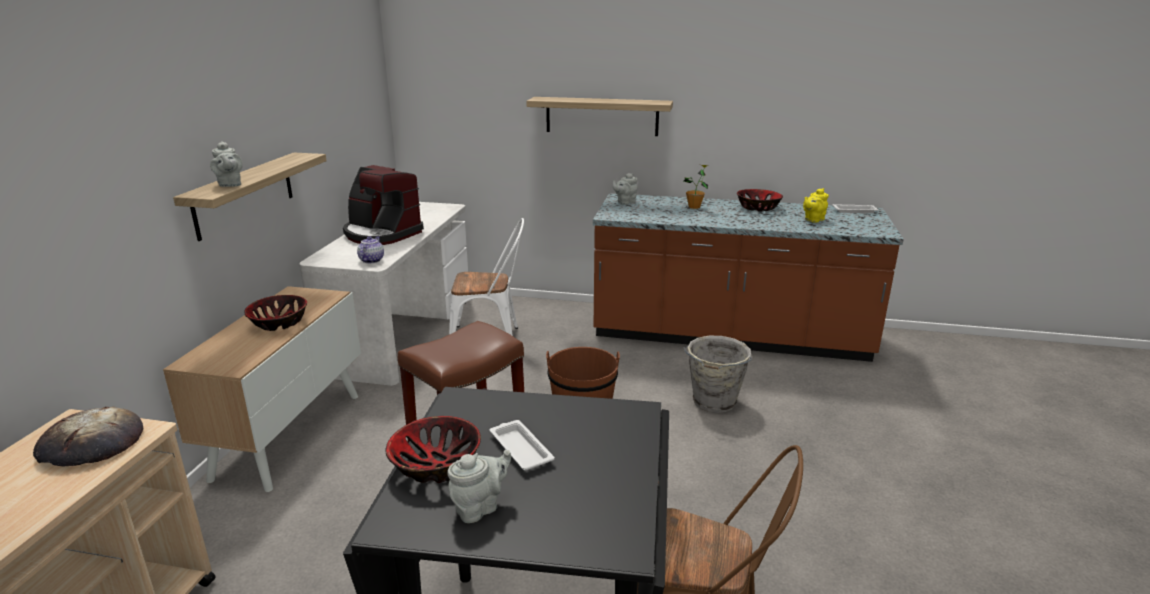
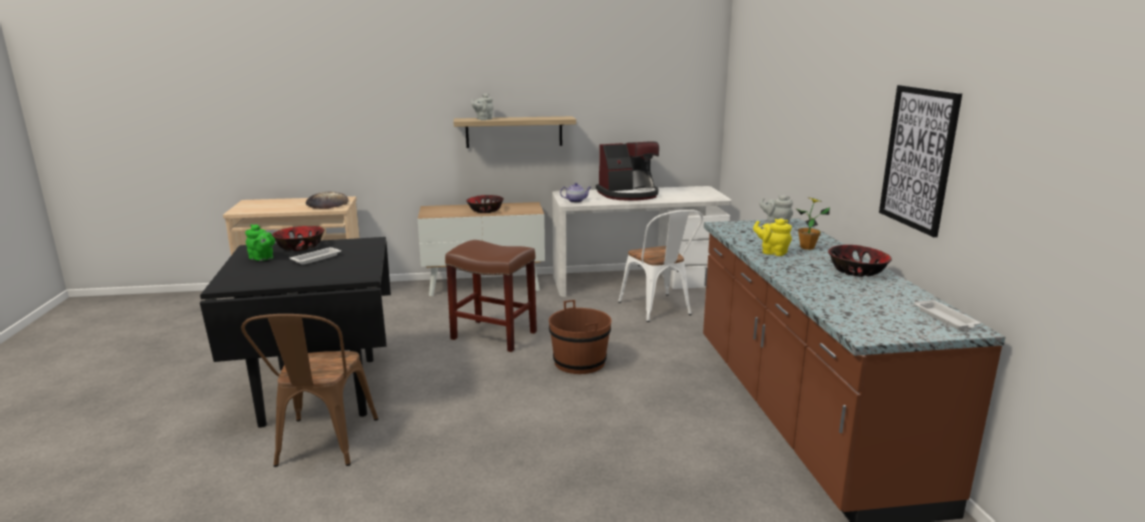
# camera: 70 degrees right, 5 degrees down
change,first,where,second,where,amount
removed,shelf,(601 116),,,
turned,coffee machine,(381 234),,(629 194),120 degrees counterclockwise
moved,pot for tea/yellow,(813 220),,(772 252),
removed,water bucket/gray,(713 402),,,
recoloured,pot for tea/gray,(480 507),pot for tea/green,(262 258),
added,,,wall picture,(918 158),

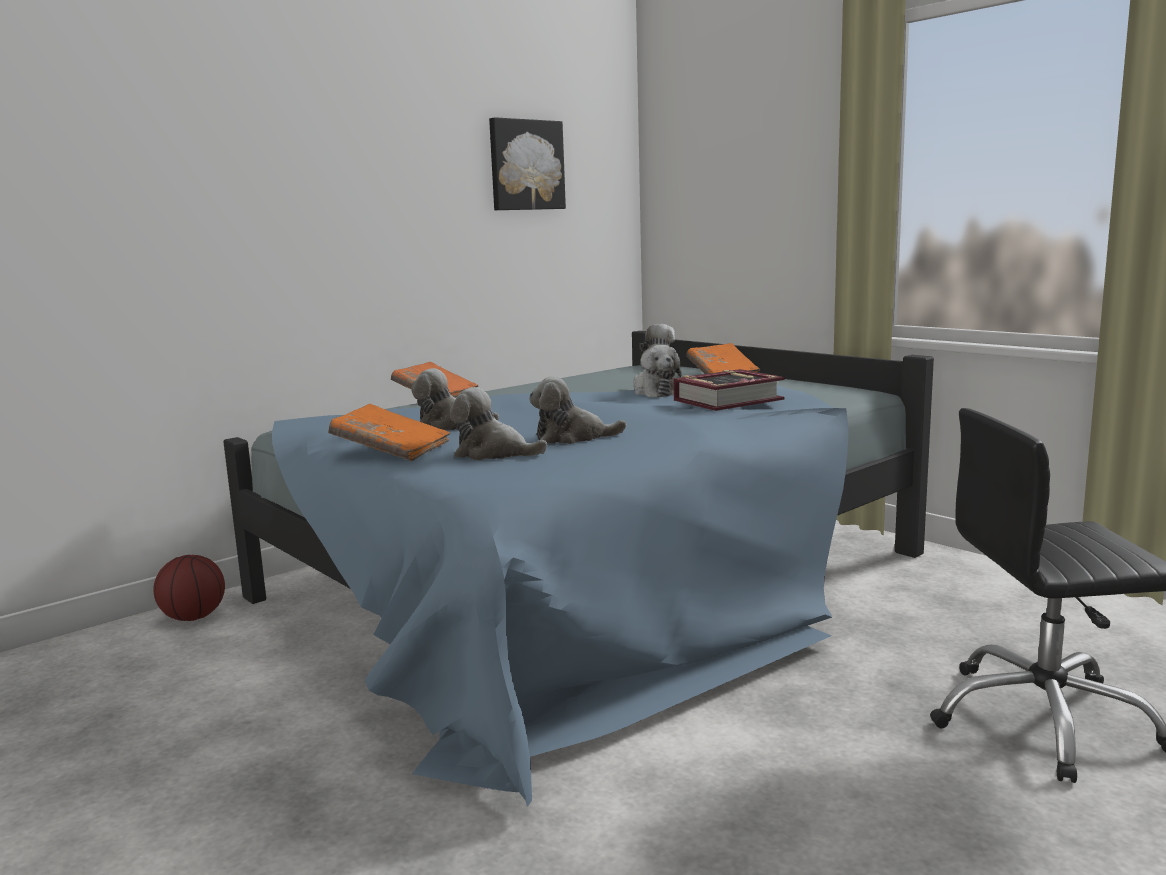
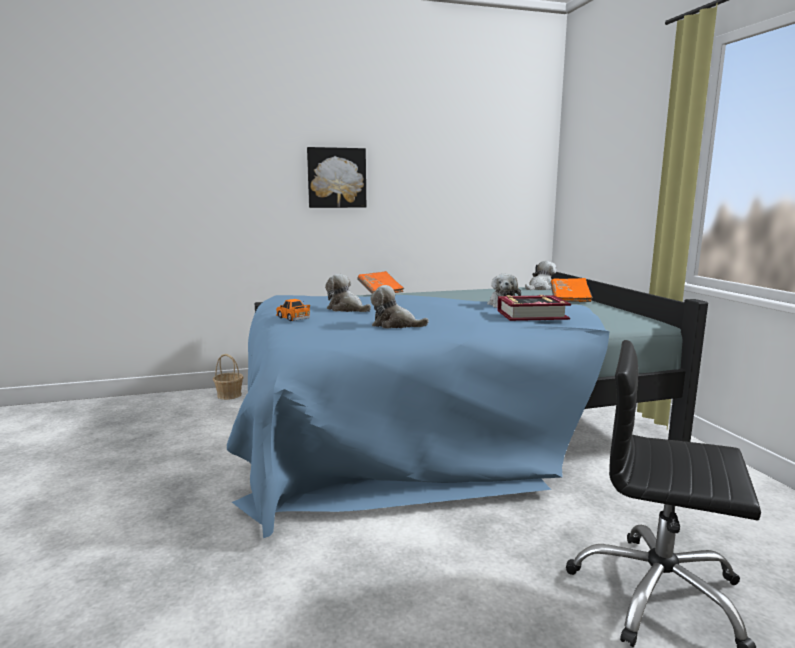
# camera: 25 degrees right, 0 degrees up
change,first,where,second,where,amount
moved,wall picture,(525 165),,(336 178),
removed,plush toy,(493 453),,,
replaced,book/orange,(391 450),toy car/orange,(293 318),
replaced,ball for basketball,(193 617),basket,(229 395),

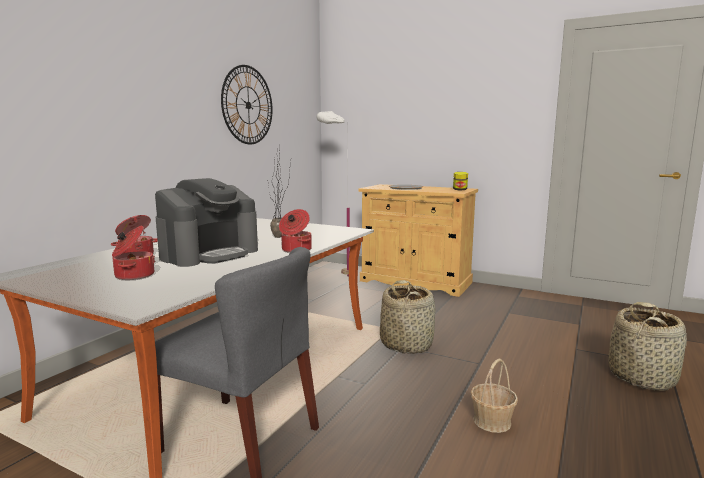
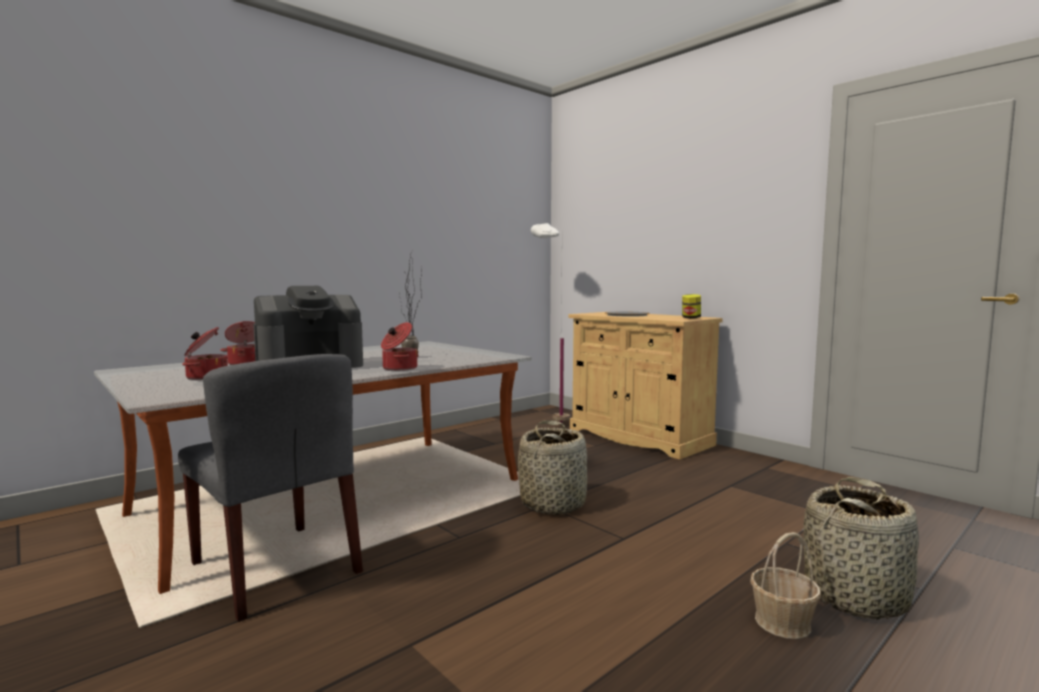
# camera: 20 degrees right, 5 degrees down
change,first,where,second,where,amount
removed,clock on the wall,(248 105),,,
moved,basket,(491 421),,(782 622),

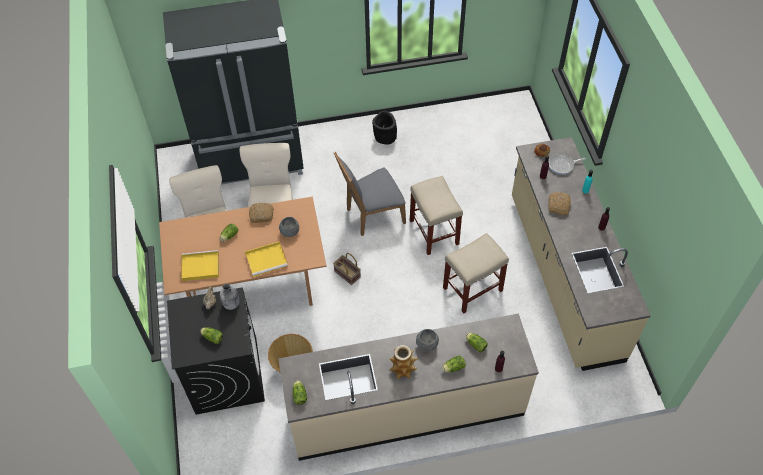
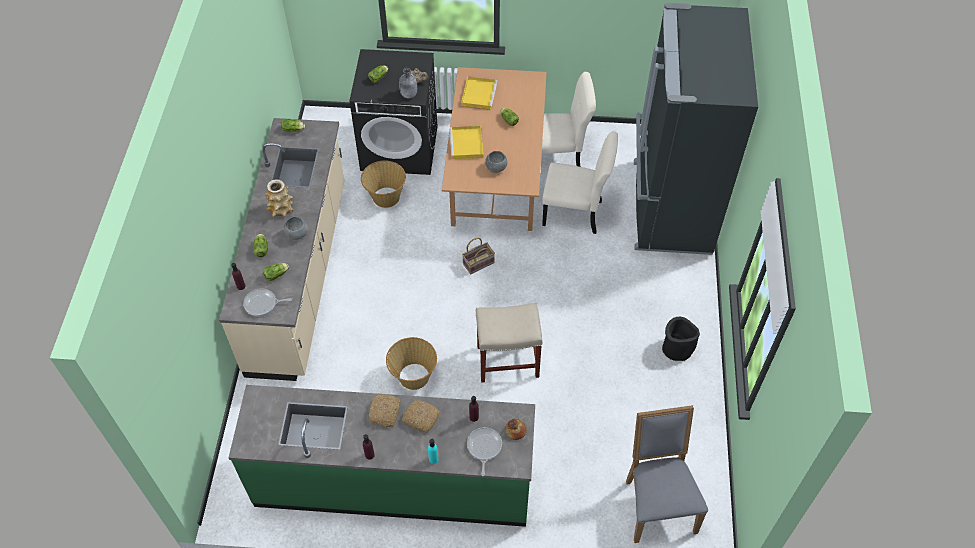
# camera: 105 degrees right, 0 degrees up
change,first,where,second,where,amount
recoloured,kitchen base unit/beige-coloured,(563 277),kitchen base unit/green,(394 482),
moved,plain chair/gray,(372 215),,(657 502),
moved,bread,(262 215),,(385 413),
replaced,sitting stool/beige-coloured,(472 290),basket,(413 376),
added,,,frying pan,(262 304),

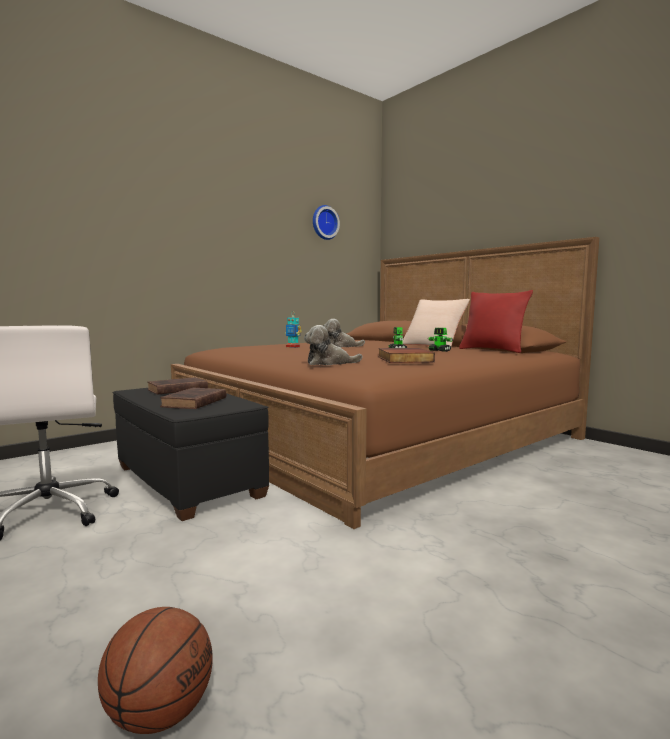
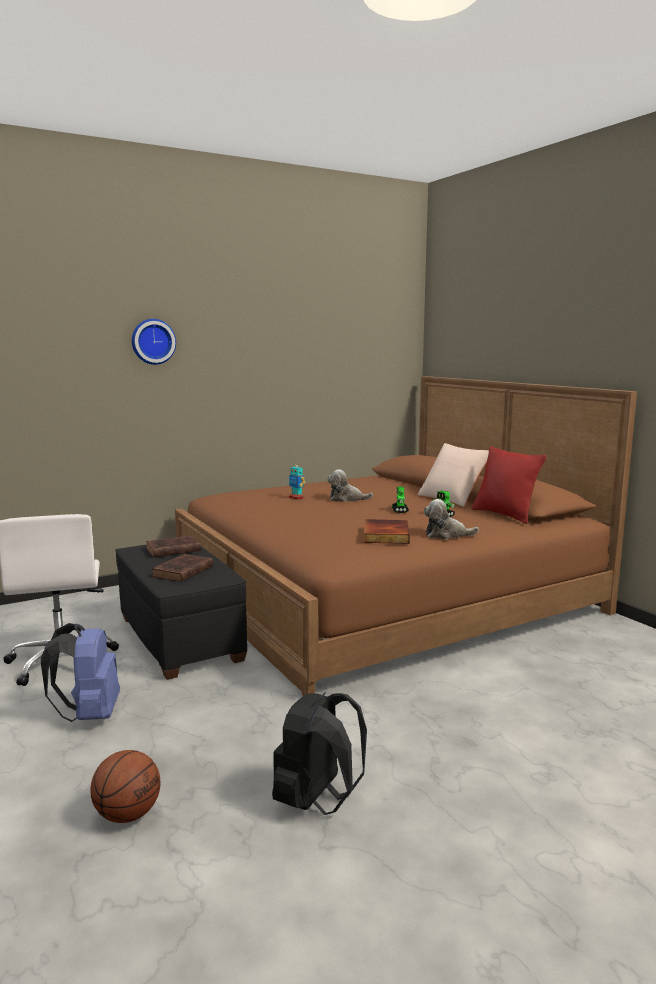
# camera: 10 degrees right, 5 degrees up
change,first,where,second,where,amount
moved,clock on the wall,(324 223),,(153 341),
moved,plush toy,(329 363),,(446 535),
added,,,backpack/bluish,(89 715),
added,,,backpack/blackish,(316 801),

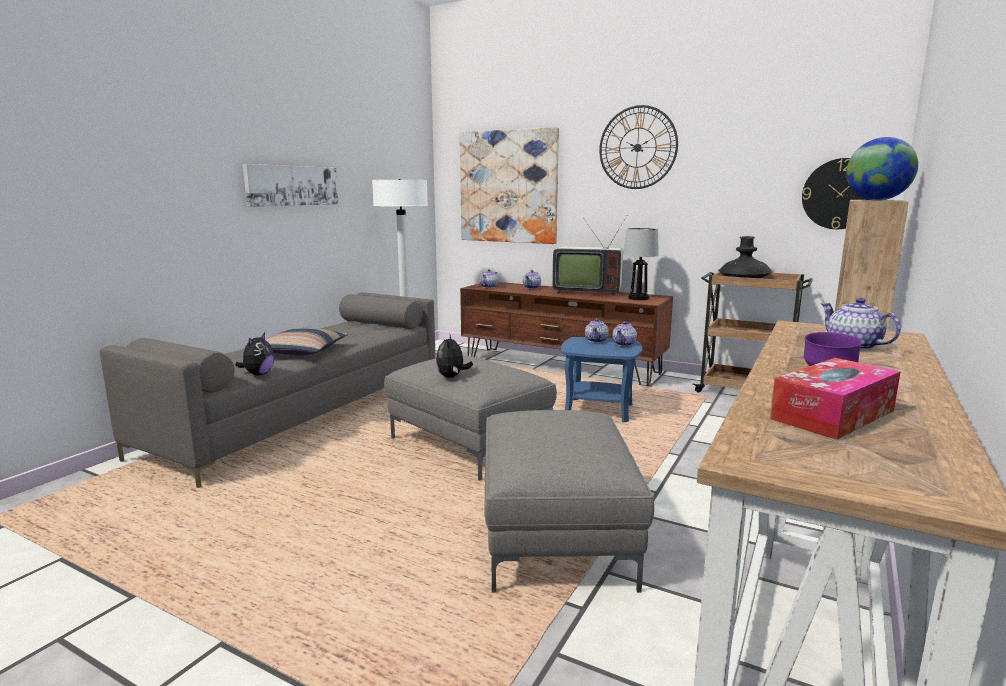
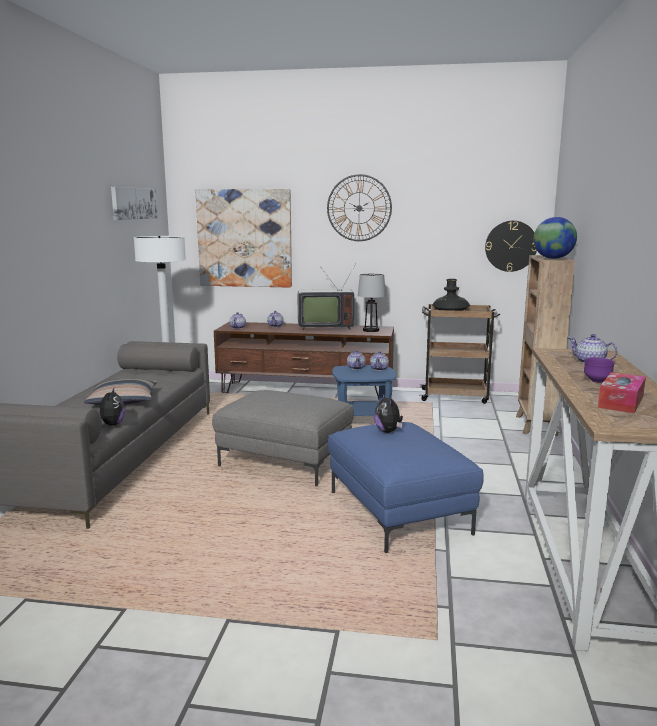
# camera: 20 degrees left, 0 degrees up
change,first,where,second,where,amount
moved,wall picture,(292 185),,(134 203),
moved,plush toy,(452 377),,(388 431),
recoloured,footrest/gray,(558 536),footrest/bluish,(400 513),

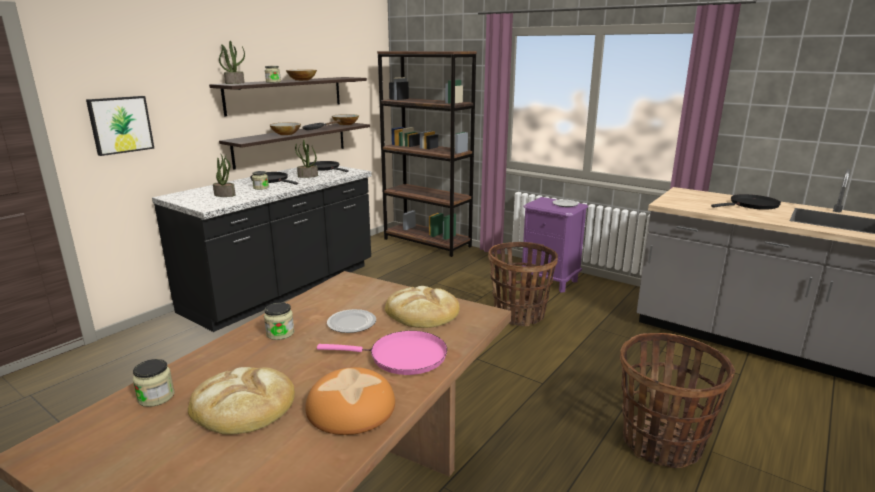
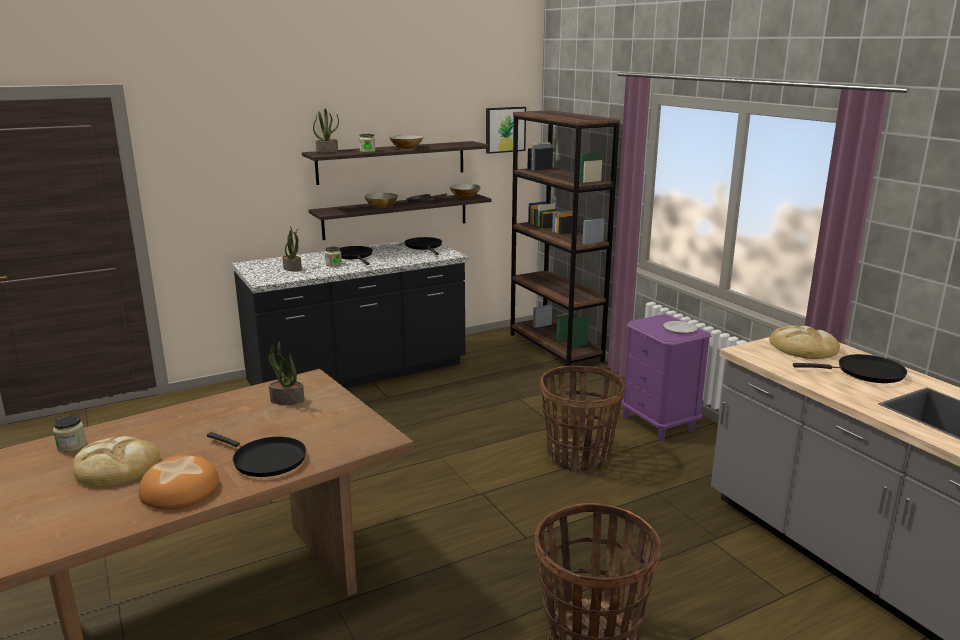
# camera: 25 degrees right, 0 degrees up
change,first,where,second,where,amount
moved,wall picture,(120 125),,(504 129),
moved,potted plant,(307 176),,(286 400),
moved,bread,(422 312),,(803 347),
removed,preserve jar,(280 333),,,
removed,plate,(351 323),,,
recoloured,frying pan/pinkish,(403 357),frying pan/blackish,(265 460),

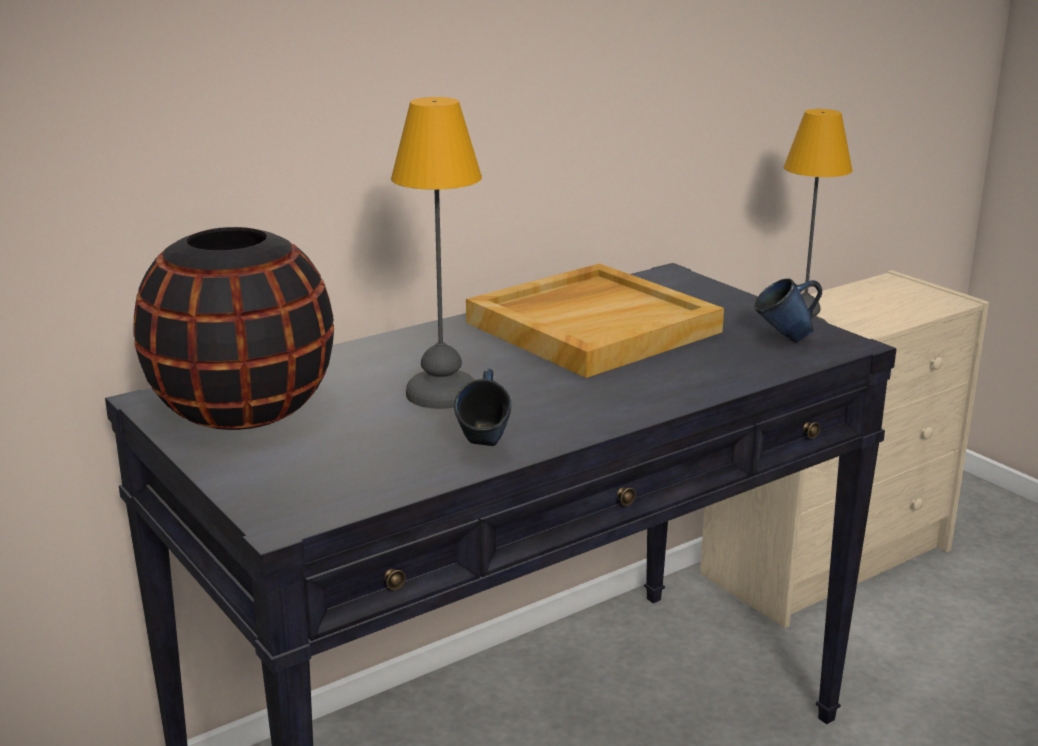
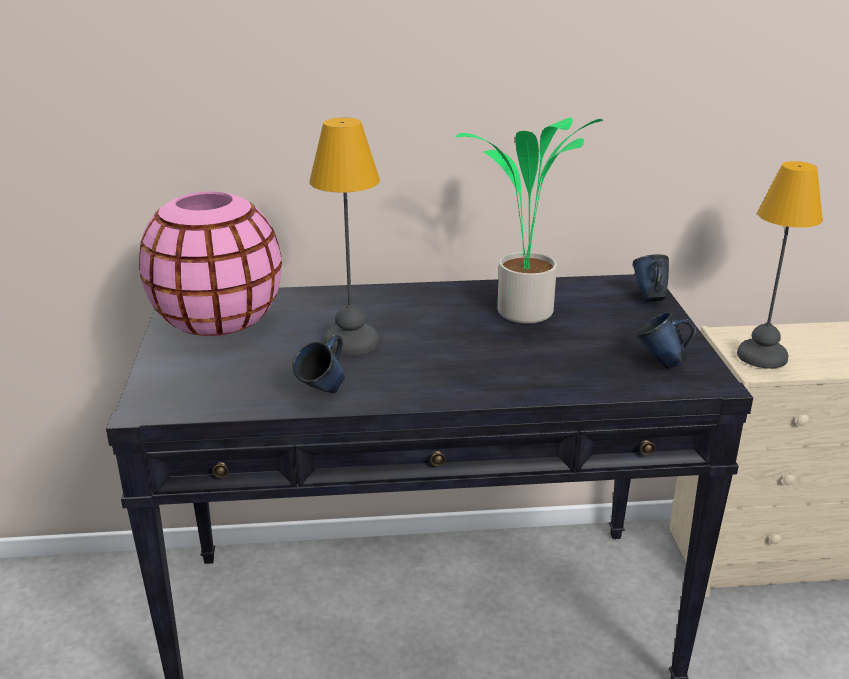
# camera: 30 degrees right, 5 degrees up
change,first,where,second,where,amount
recoloured,decorative vase/blackish,(242 411),decorative vase/pinkish,(217 322),
replaced,carrying tray/beige-coloured,(593 326),potted plant,(523 314),
added,,,coffee mug/bluish,(649 298),

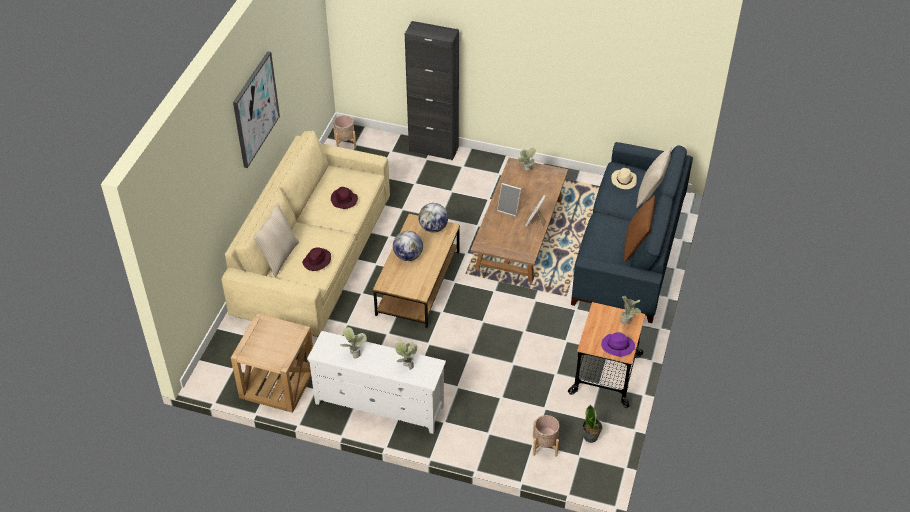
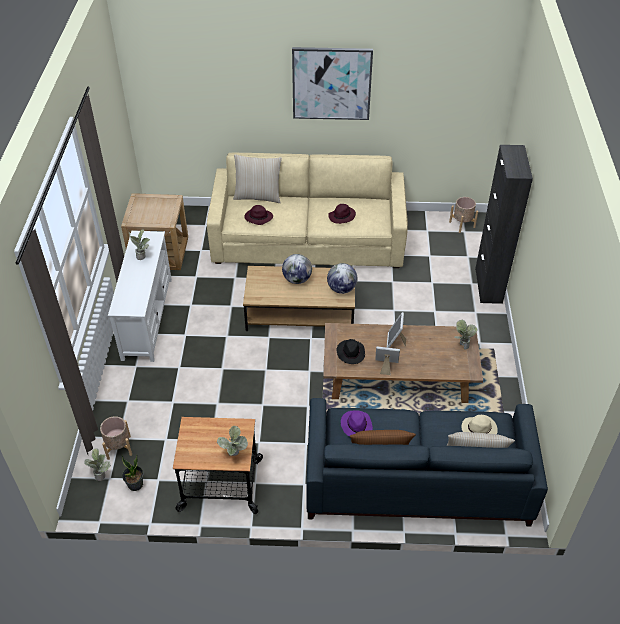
# camera: 75 degrees right, 0 degrees up
change,first,where,second,where,amount
moved,clothing hat/purplish,(617 346),,(356 425),
moved,potted plant,(406 365),,(101 474),
added,,,clothing hat/blackish,(350 353),

